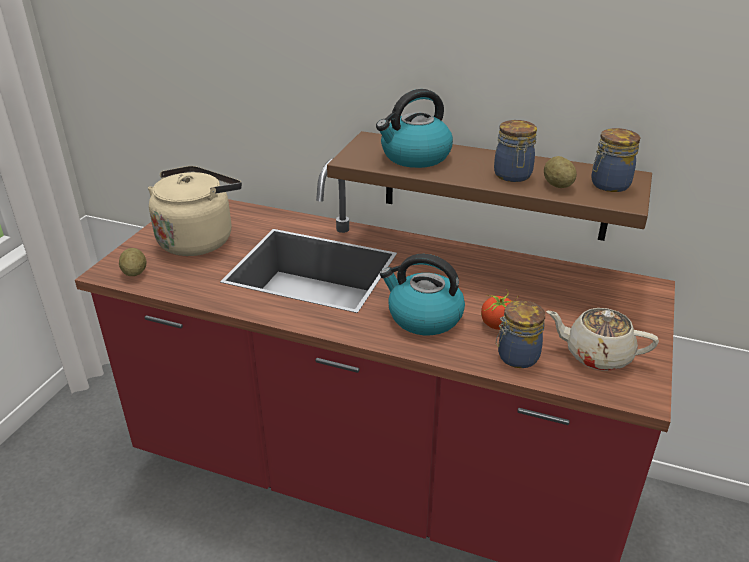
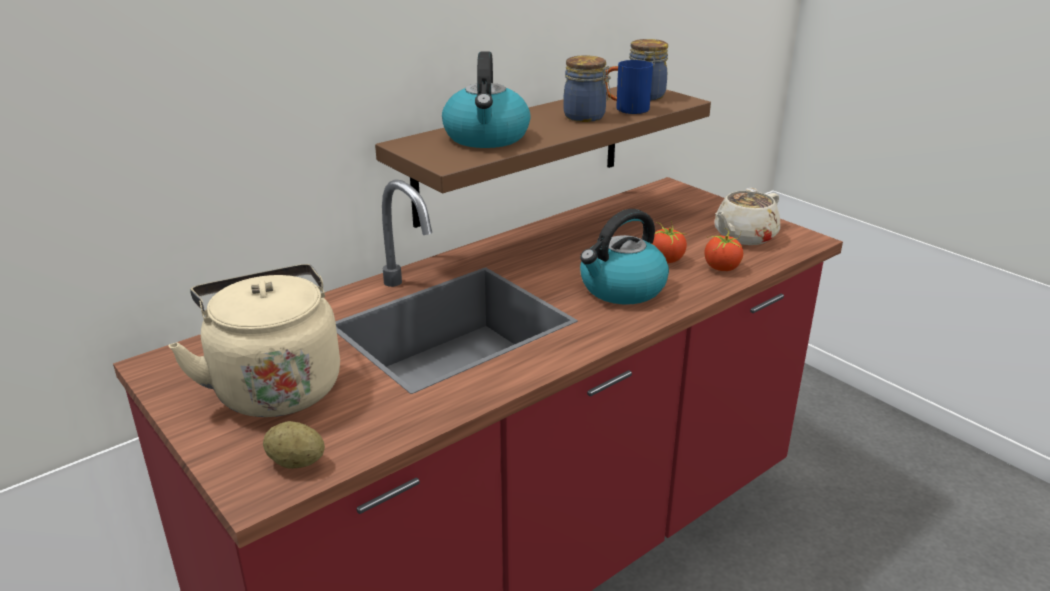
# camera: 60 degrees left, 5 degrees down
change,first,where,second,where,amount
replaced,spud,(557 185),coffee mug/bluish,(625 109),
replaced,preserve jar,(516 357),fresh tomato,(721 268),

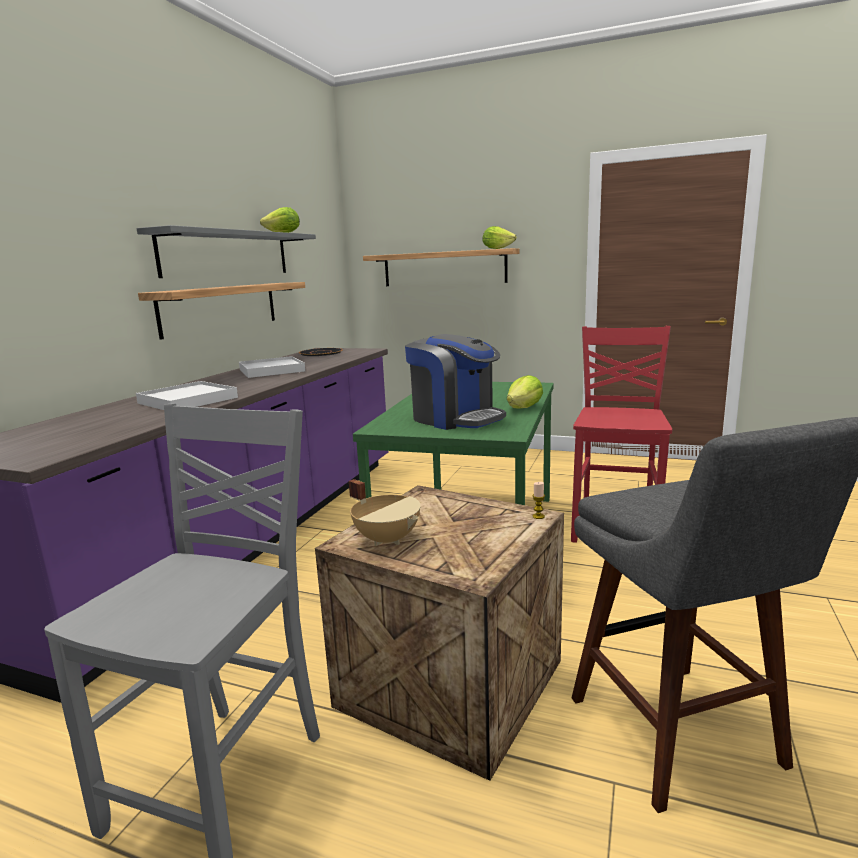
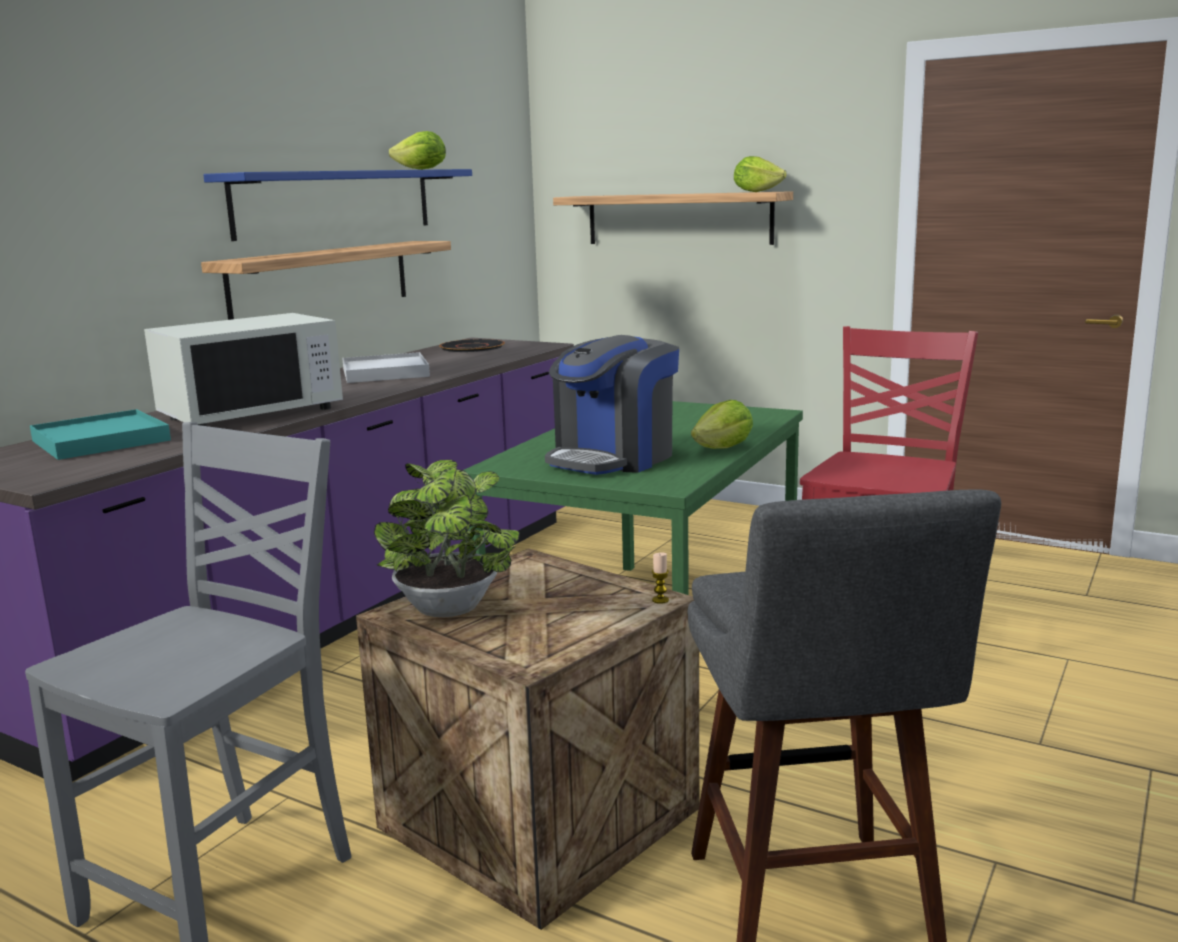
# camera: 10 degrees right, 0 degrees up
change,first,where,second,where,amount
recoloured,shelf/gray,(228 254),shelf/bluish,(336 202),
turned,coffee machine,(455 418),,(613 458),75 degrees clockwise
replaced,carrying tray/white,(188 400),microwave/white,(251 413),
replaced,saucepot/beige-coloured,(388 539),potted plant,(449 612),
added,,,carrying tray/blue-green,(100 441),

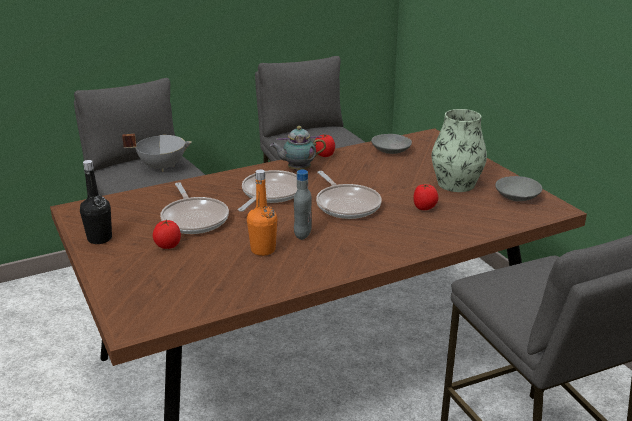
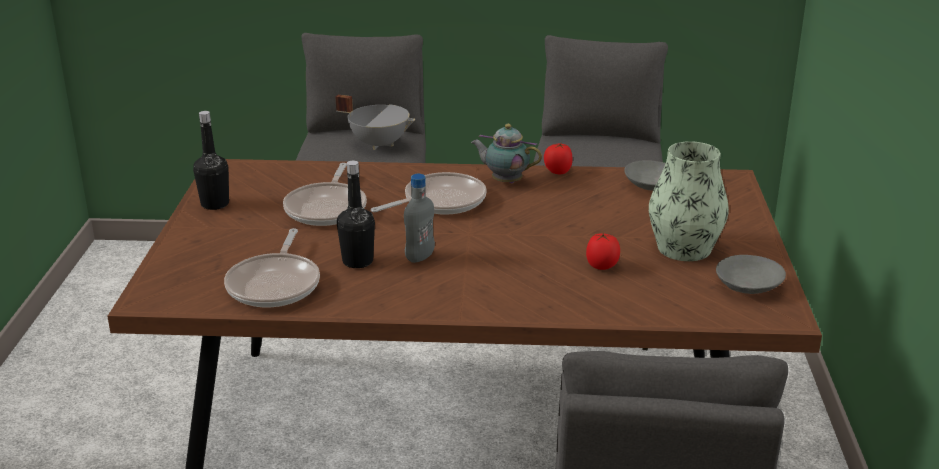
# camera: 30 degrees right, 0 degrees up
change,first,where,second,where,amount
recoloured,beverage bottle/orange,(263 250),beverage bottle/blackish,(357 261),
moved,frying pan,(346 204),,(275 284),
removed,fresh tomato,(167 247),,,

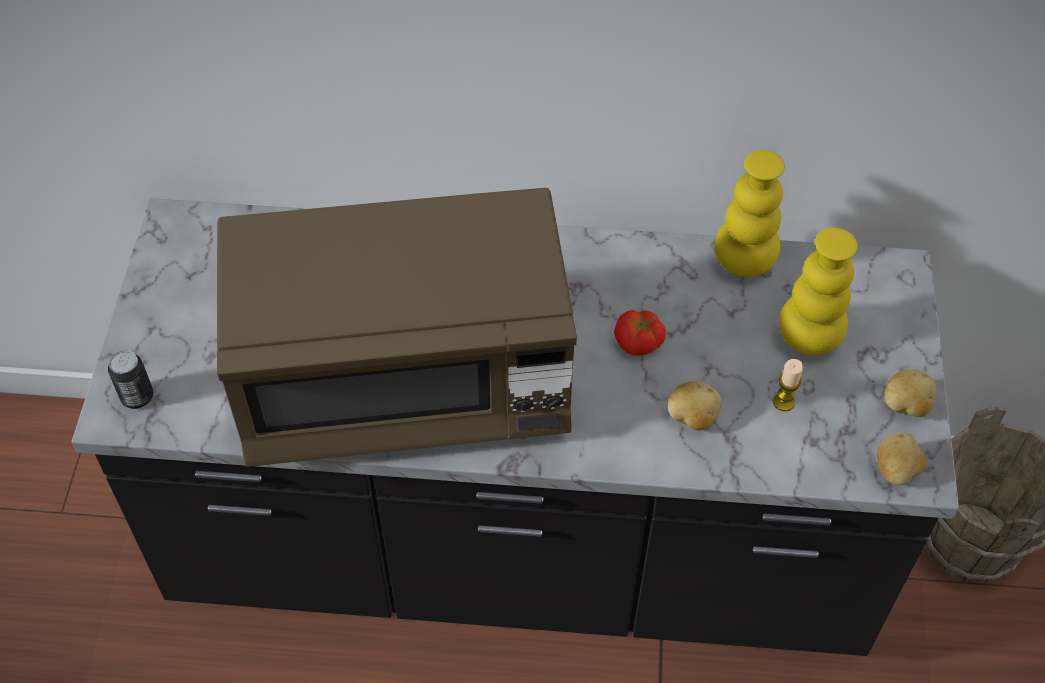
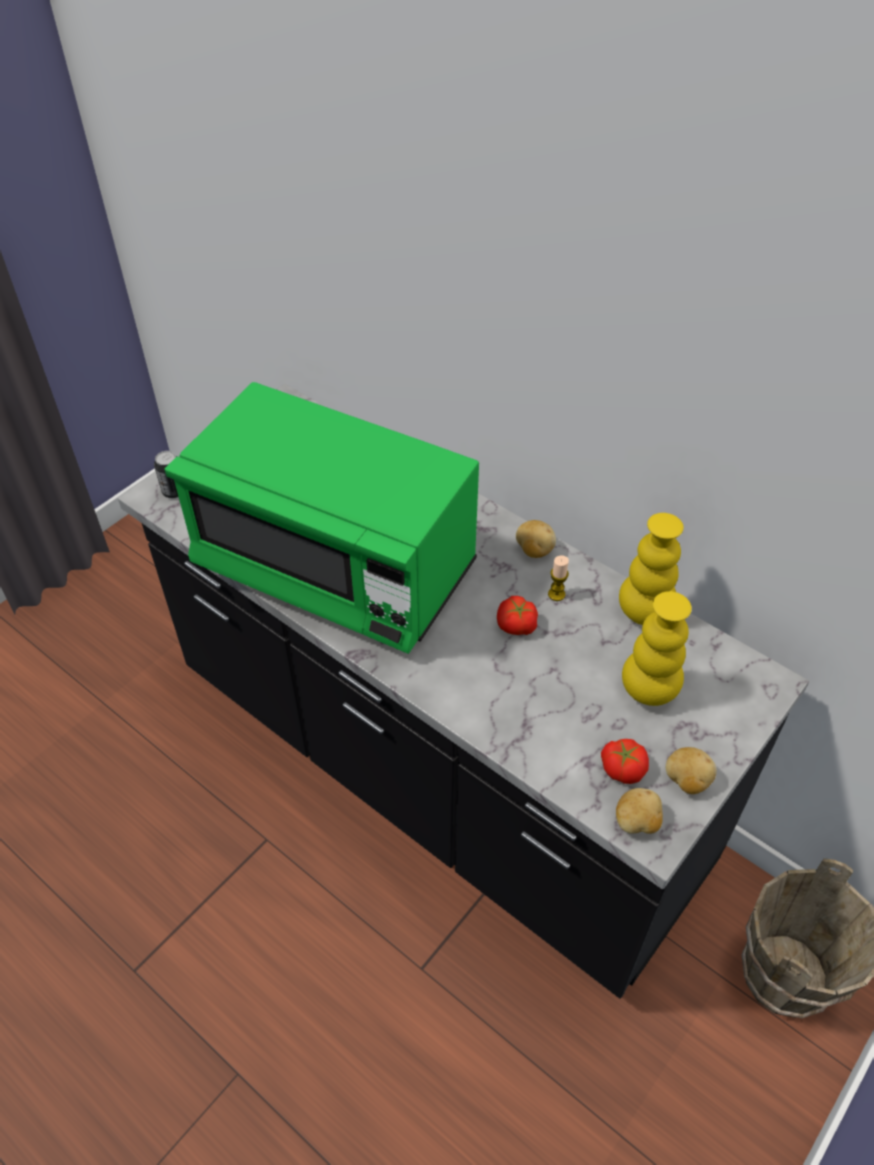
# camera: 35 degrees right, 5 degrees down
change,first,where,second,where,amount
recoloured,microwave/brown,(405 384),microwave/green,(335 568),
moved,wax light,(783 402),,(556 594),
moved,spud,(692 418),,(534 550),
added,,,fresh tomato,(622 768),

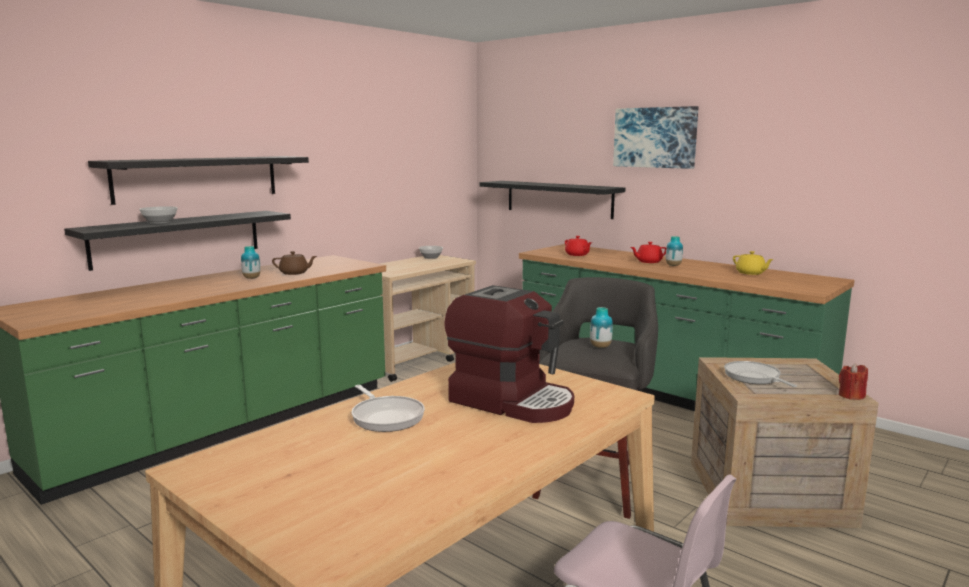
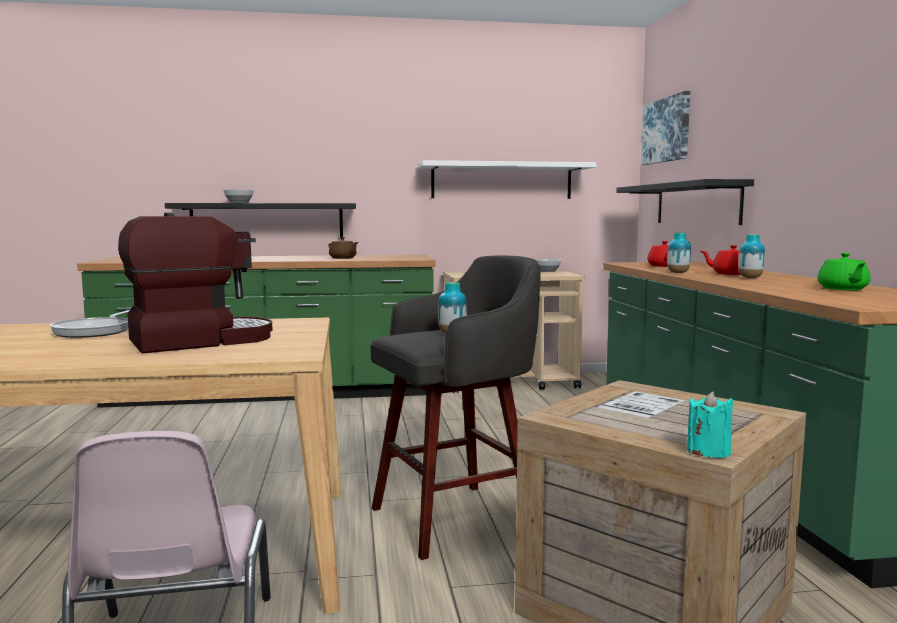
# camera: 40 degrees right, 5 degrees down
change,first,where,second,where,amount
moved,wall picture,(655 137),,(667 130),
removed,shelf/blackish,(198 178),,,
moved,decorative vase,(251 278),,(678 273),
recoloured,pot for tea/yellow,(750 273),pot for tea/green,(842 289),
turned,coffee machine,(512 401),,(199 340),105 degrees counterclockwise
removed,frying pan,(754 377),,,
recoloured,wax light/red,(851 396),wax light/blue-green,(708 451),
added,,,shelf/white,(501 181),

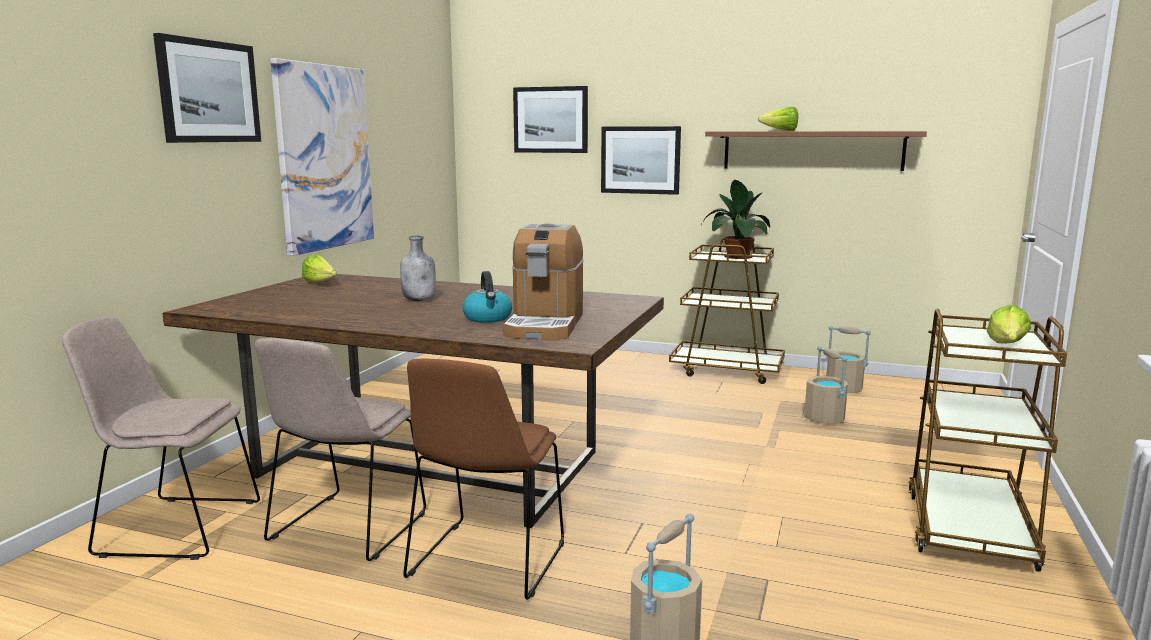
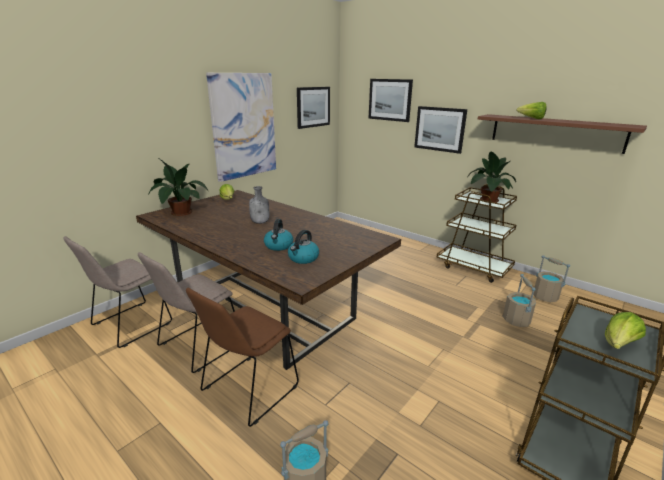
# camera: 20 degrees right, 10 degrees up
change,first,where,second,where,amount
moved,wall picture,(209 91),,(313 107),
replaced,coffee machine,(545 325),tea kettle,(303 258),
turned,plain chair/beige-coloured,(174 527),,(129 325),75 degrees counterclockwise
added,,,potted plant,(179 212),

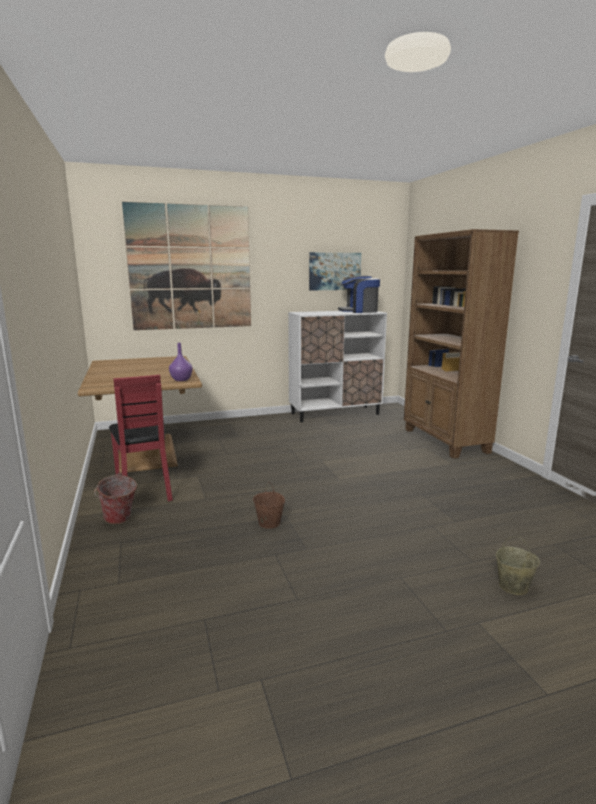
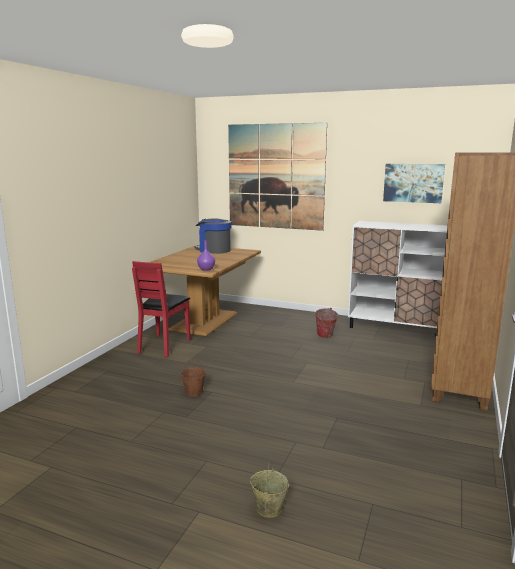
# camera: 40 degrees right, 0 degrees up
change,first,where,second,where,amount
moved,coffee machine,(359 311),,(214 250),
moved,water bucket,(119 521),,(324 336),

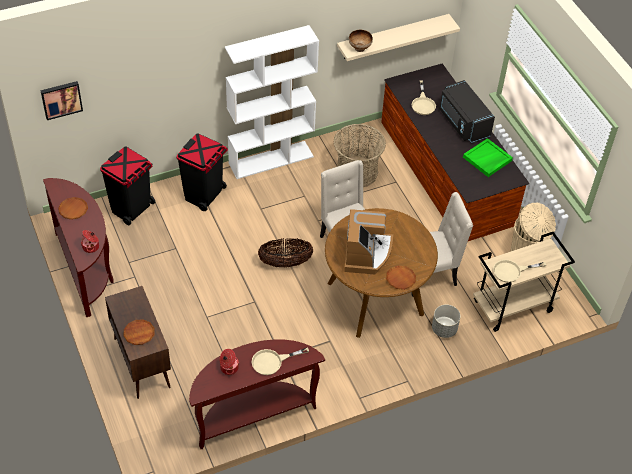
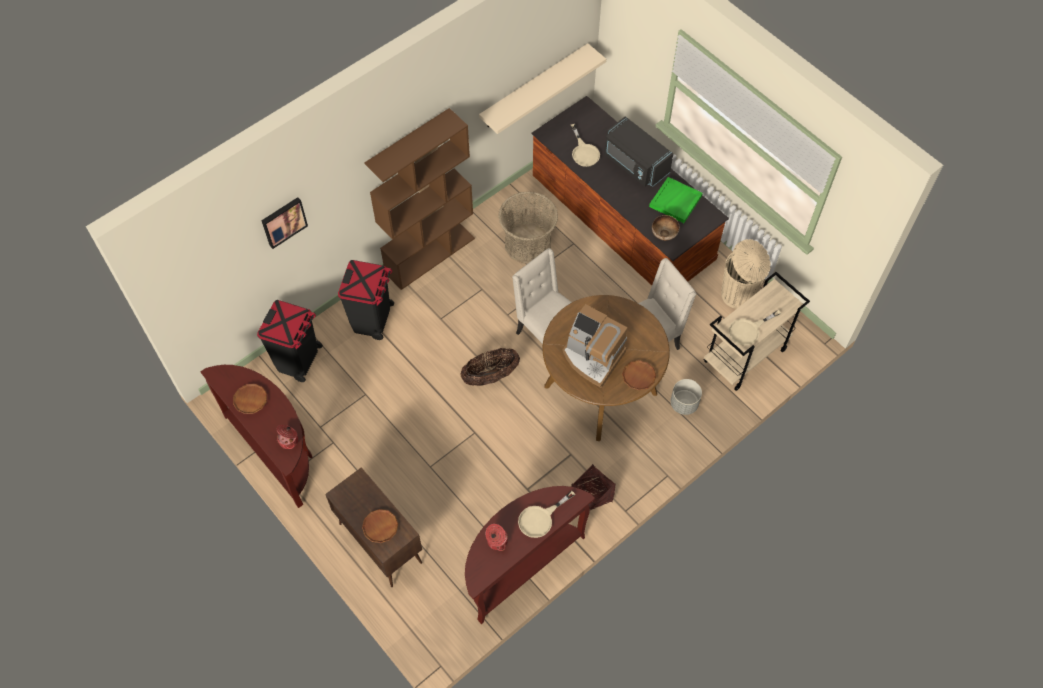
# camera: 15 degrees left, 10 degrees up
change,first,where,second,where,amount
recoloured,shelving unit/white,(271 159),shelving unit/brown,(430 255),
moved,bowl,(360 48),,(664 235),
moved,wall picture,(61 99),,(283 221),
turned,coffee machine,(366 254),,(592 357),135 degrees clockwise
added,,,basket,(592 494),

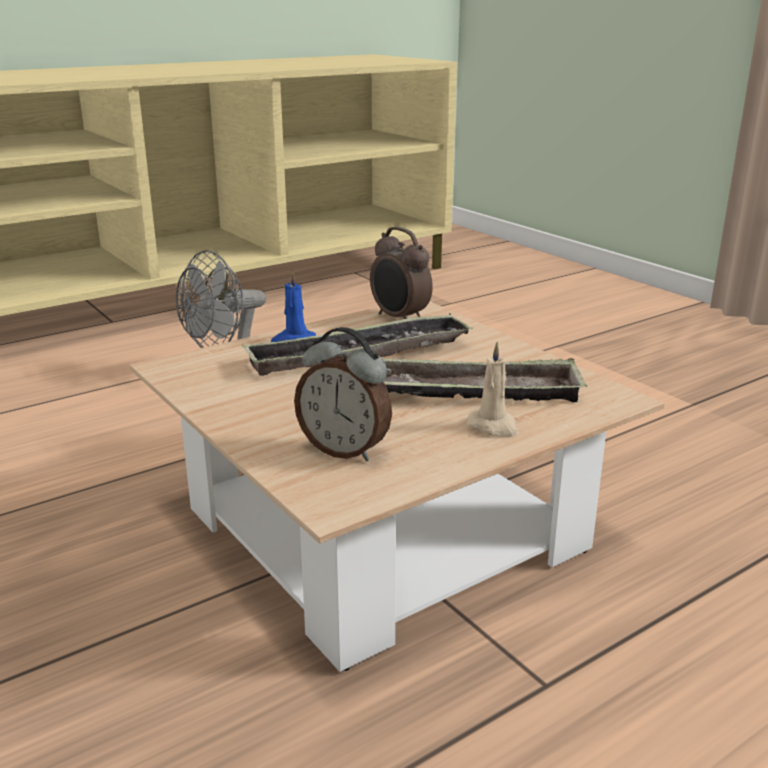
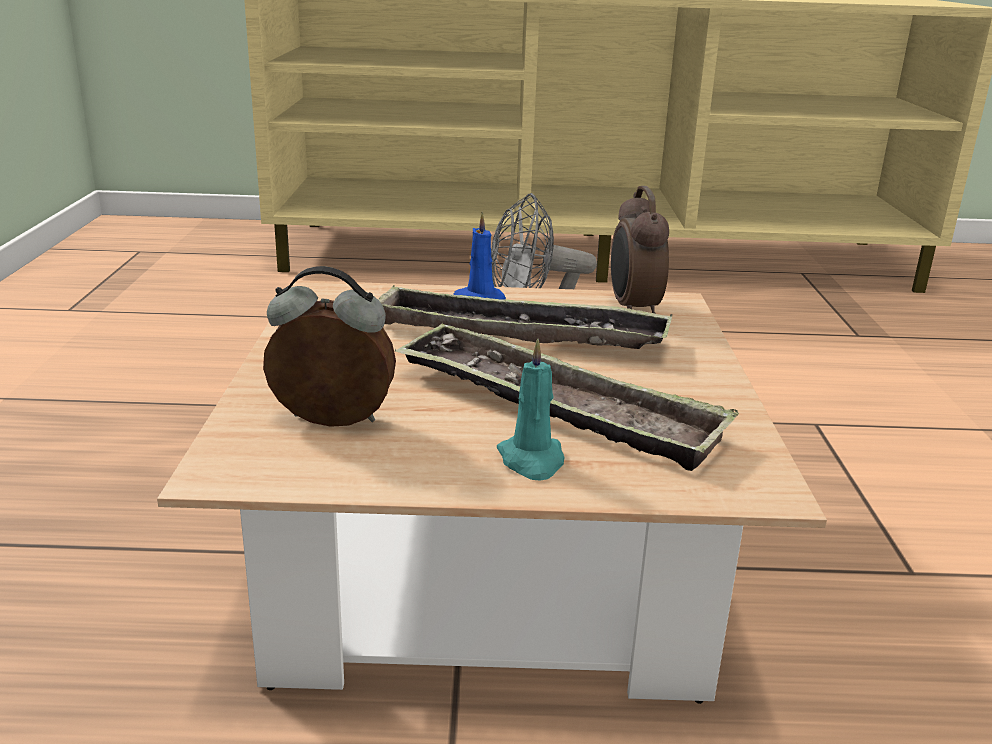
# camera: 35 degrees right, 0 degrees up
change,first,where,second,where,amount
turned,bedside clock,(345 450),,(331 423),120 degrees clockwise
recoloured,wax light/beige-coloured,(494 427),wax light/blue-green,(532 460),

